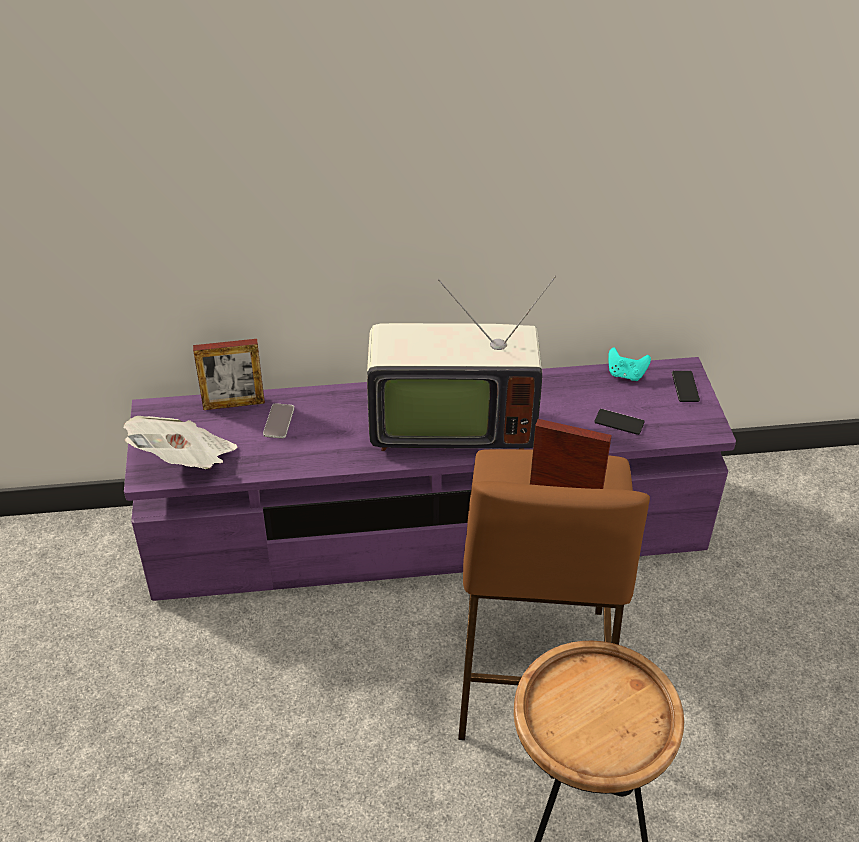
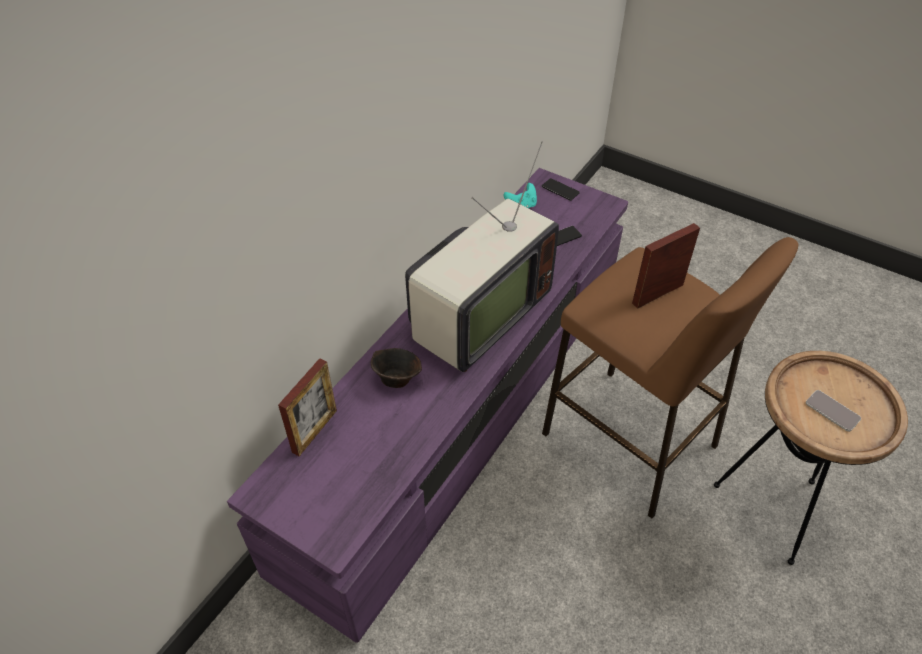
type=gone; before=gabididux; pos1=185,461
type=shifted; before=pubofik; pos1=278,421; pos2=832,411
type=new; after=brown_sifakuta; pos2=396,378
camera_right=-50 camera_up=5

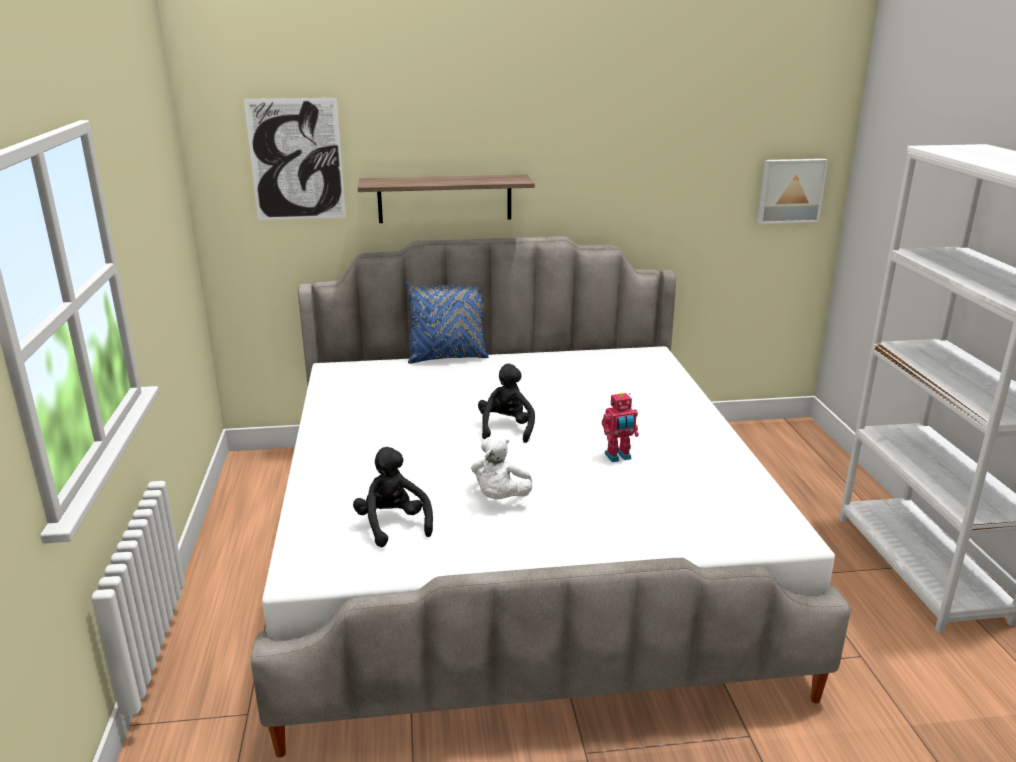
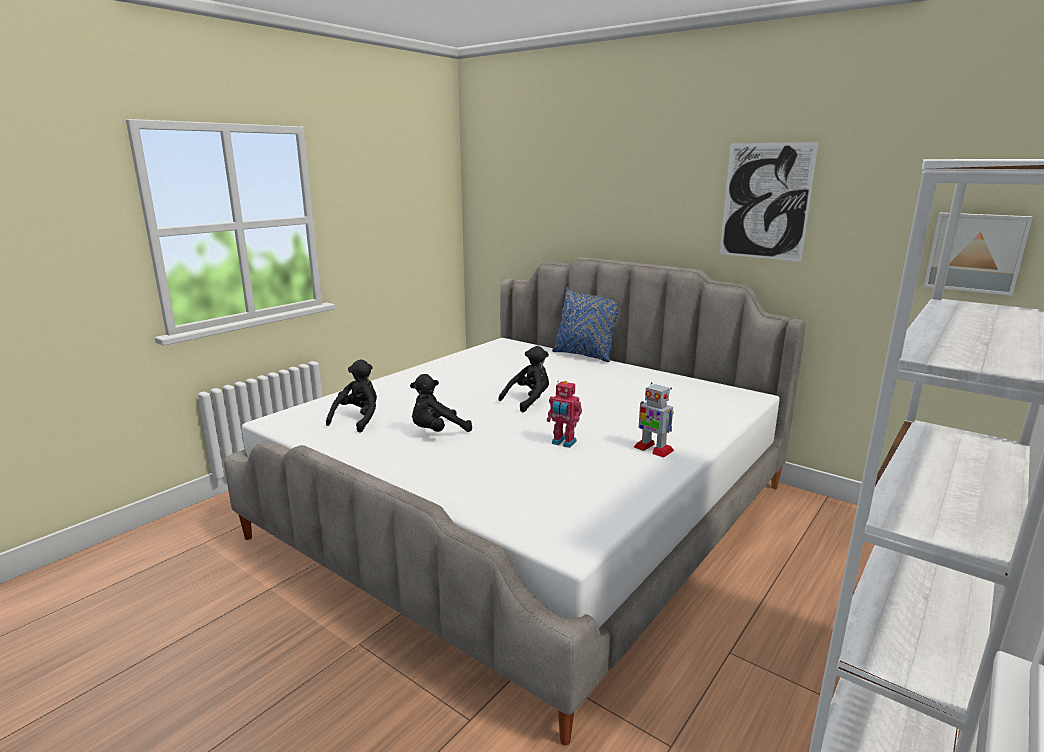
type=shifted; before=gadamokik; pos1=296,160; pos2=765,201
type=gone; before=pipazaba; pos1=445,198
type=repainted; before=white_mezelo; after=black_mezelo; pos1=500,498; pos2=437,432
type=new; after=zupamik; pos2=653,449
camera_right=45 camera_up=-5

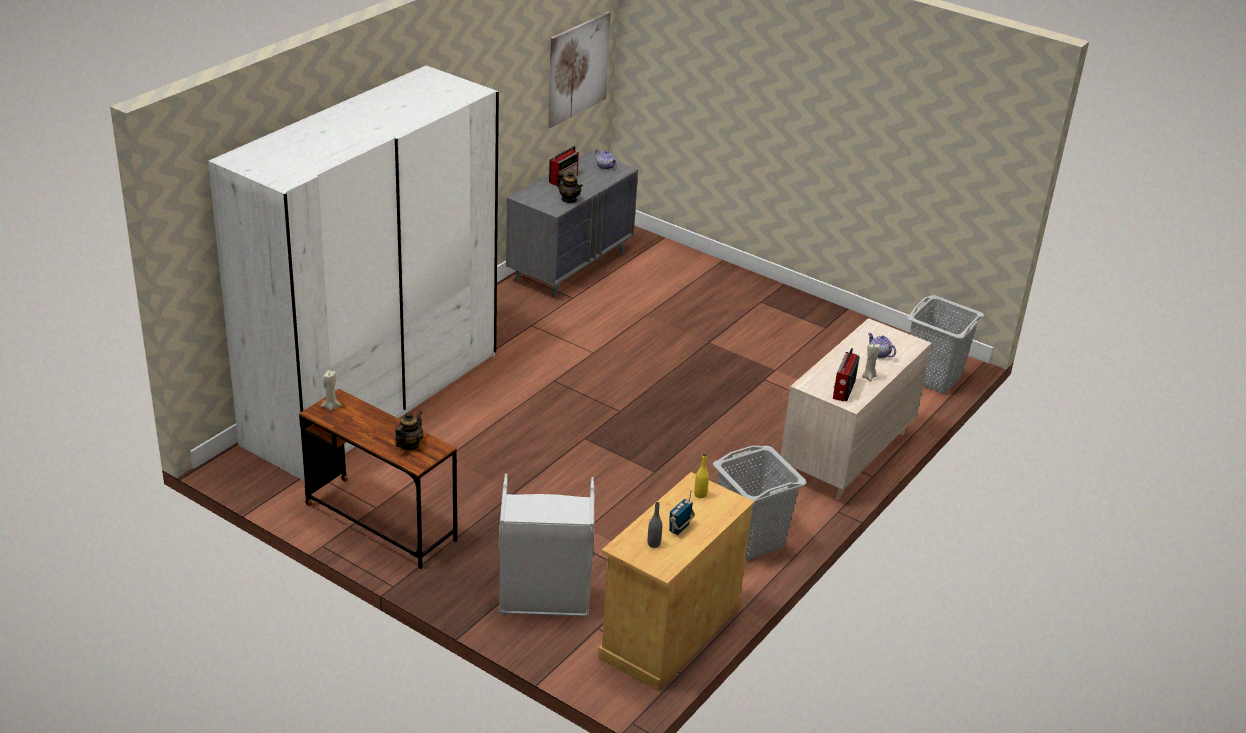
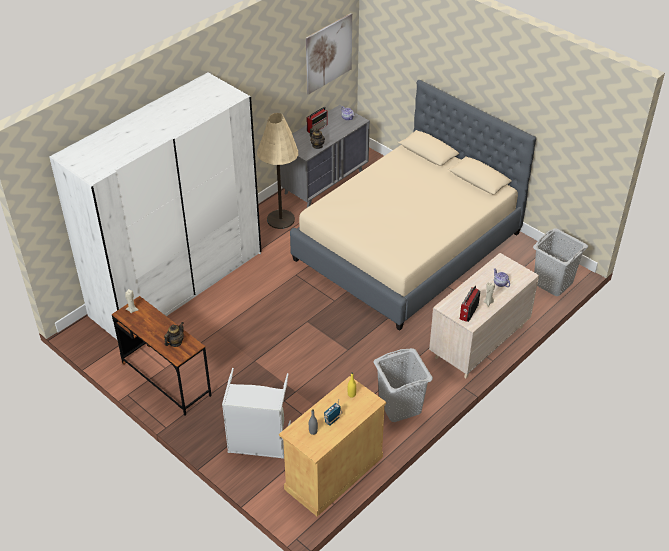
type=new; after=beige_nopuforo; pos2=280,219
type=new; after=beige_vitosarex; pos2=408,246
camera_right=10 camera_up=10

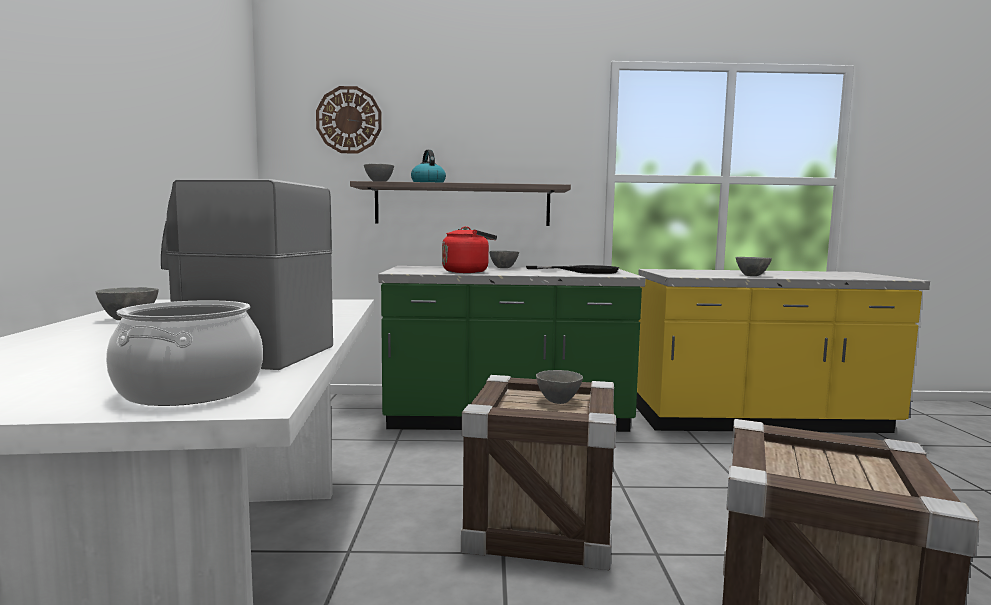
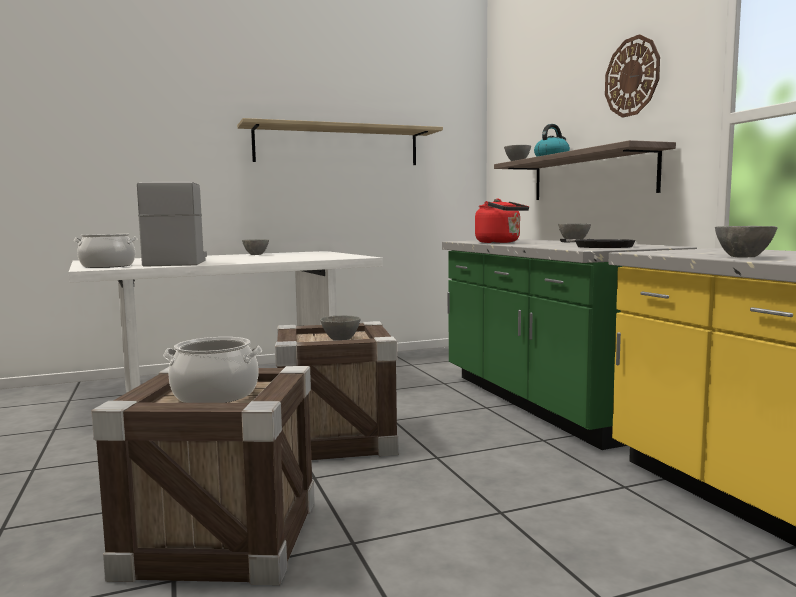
type=shifted; before=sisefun; pos1=349,120; pos2=632,77
type=new; after=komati; pos2=215,395
type=new; after=pipazaba; pos2=337,146
camera_right=70 camera_up=0

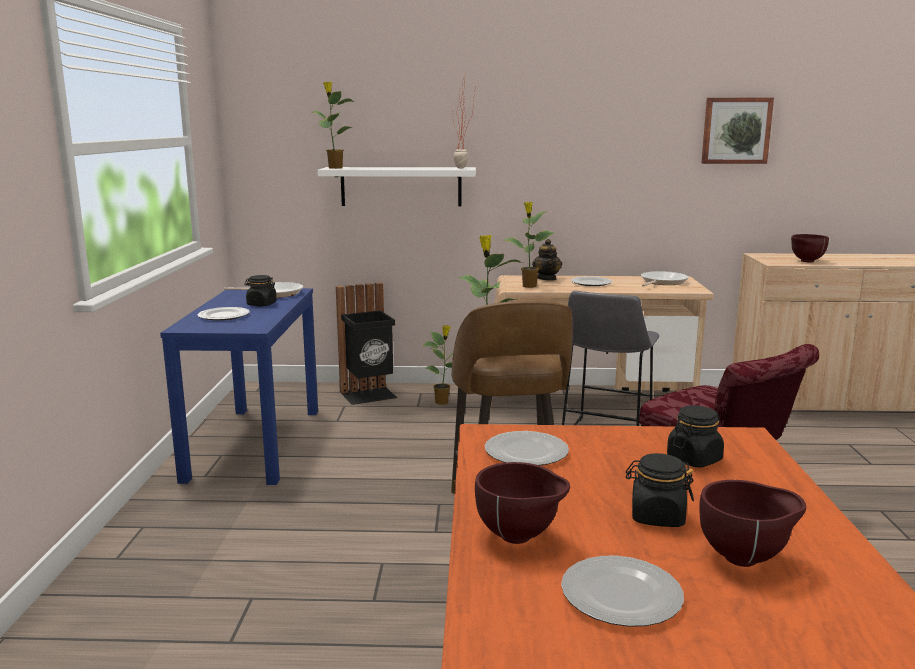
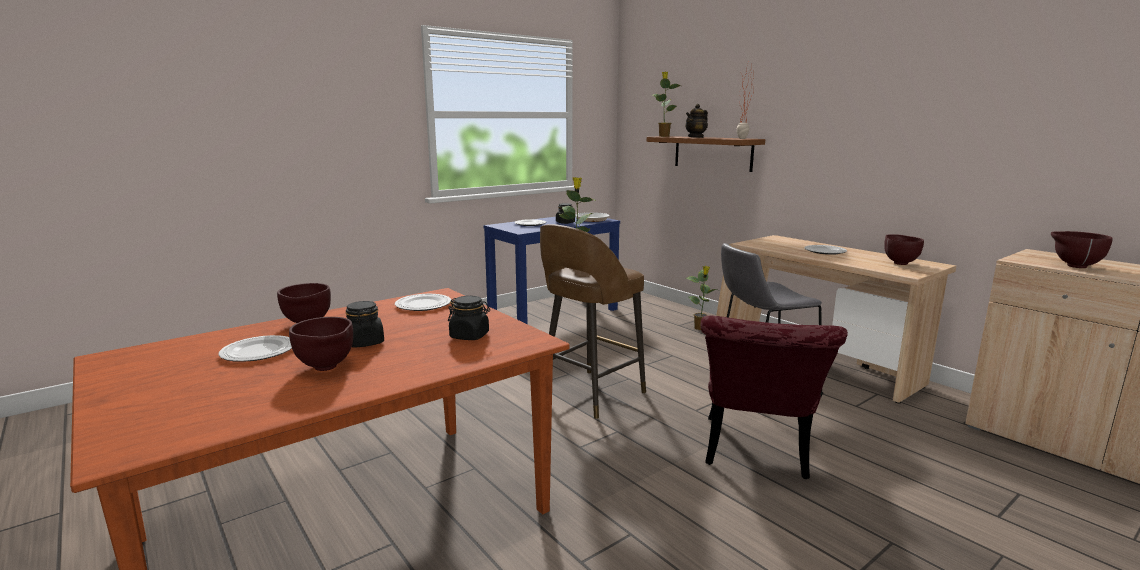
type=repainted; before=white_pipazaba; after=brown_pipazaba; pos1=401,186; pos2=712,153
type=gone; before=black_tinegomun; pos1=369,395
type=gone; before=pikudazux; pos1=528,286
type=shifted; before=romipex; pos1=547,278; pos2=696,137
type=swapped; before=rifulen; after=brown_sifakuta; pos1=662,282; pos2=899,263
type=gone; before=gadamokik; pos1=736,130
camera_right=50 camera_up=0

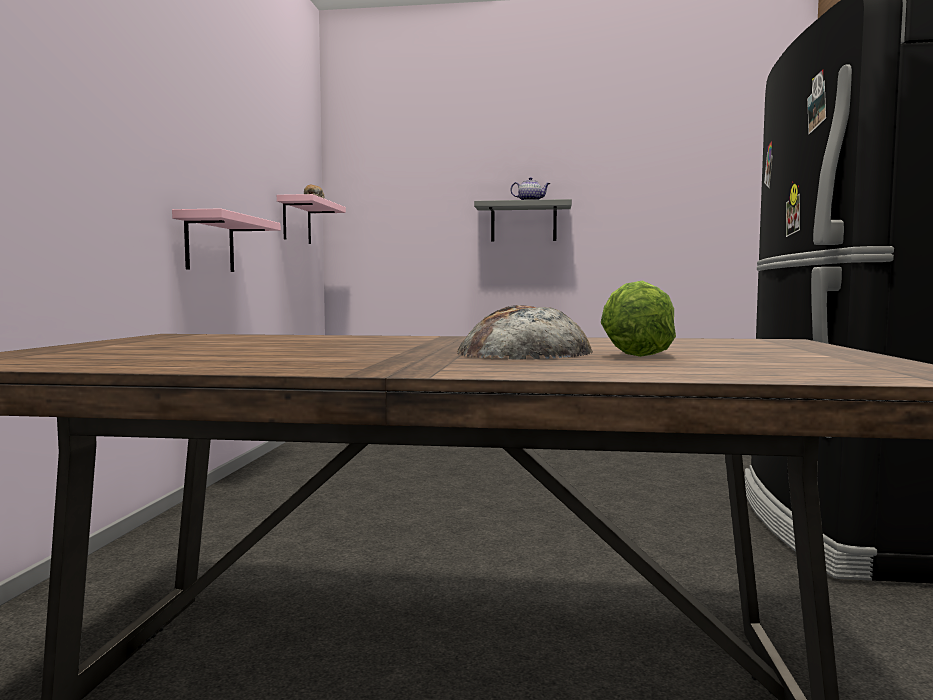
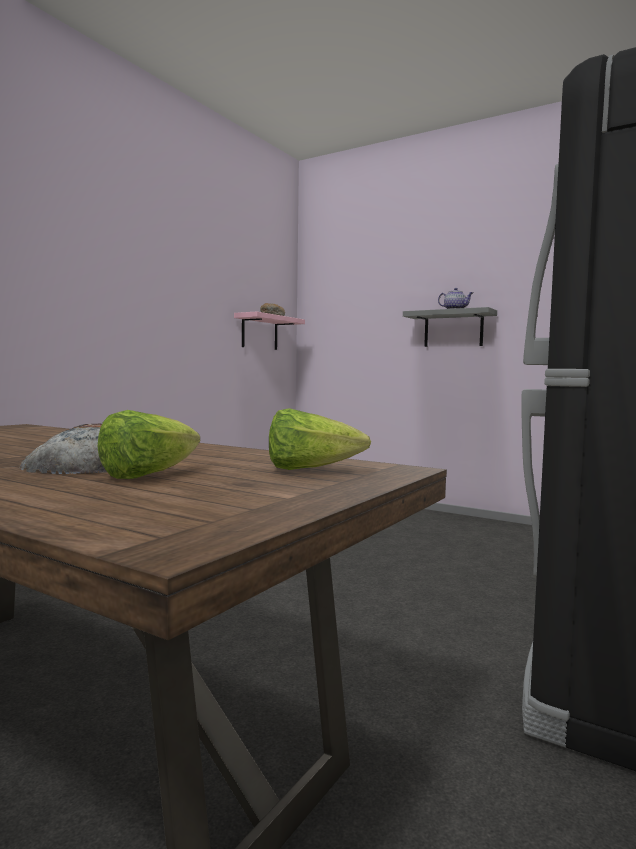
type=gone; before=pink_pipazaba; pos1=209,243
type=new; after=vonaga; pos2=310,470
camera_right=25 camera_up=0

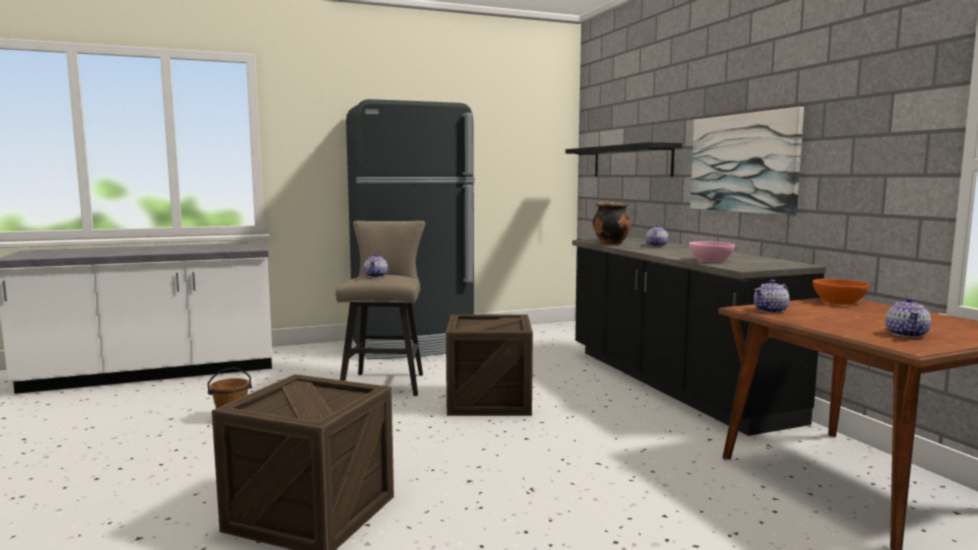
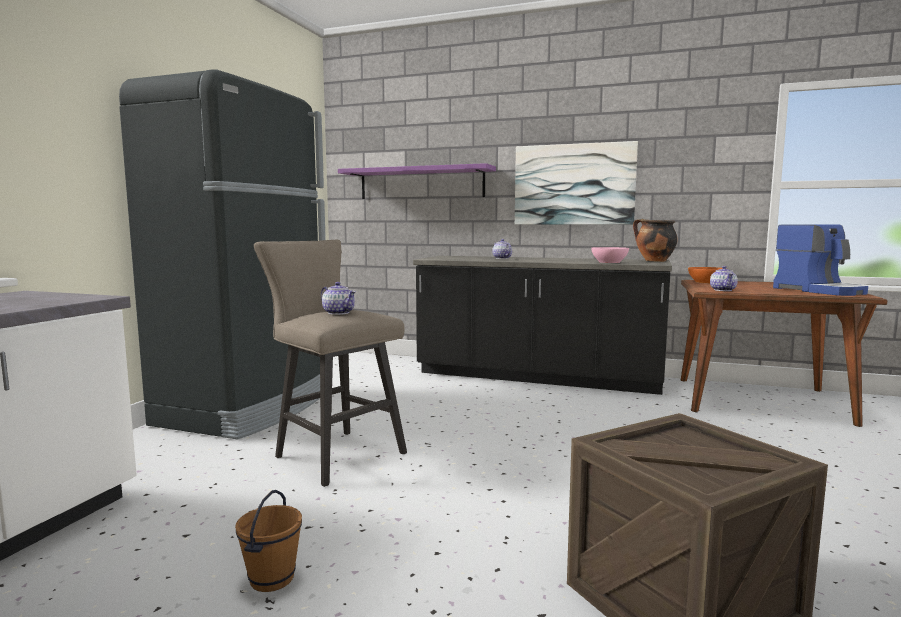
type=gone; before=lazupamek; pos1=489,401
type=repainted; before=black_pipazaba; after=purple_pipazaba; pos1=631,161; pos2=421,183
type=shifted; before=komati; pos1=610,243; pos2=654,261
type=swapped; before=romipex; after=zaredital; pos1=907,334; pos2=819,290
camera_right=-50 camera_up=0

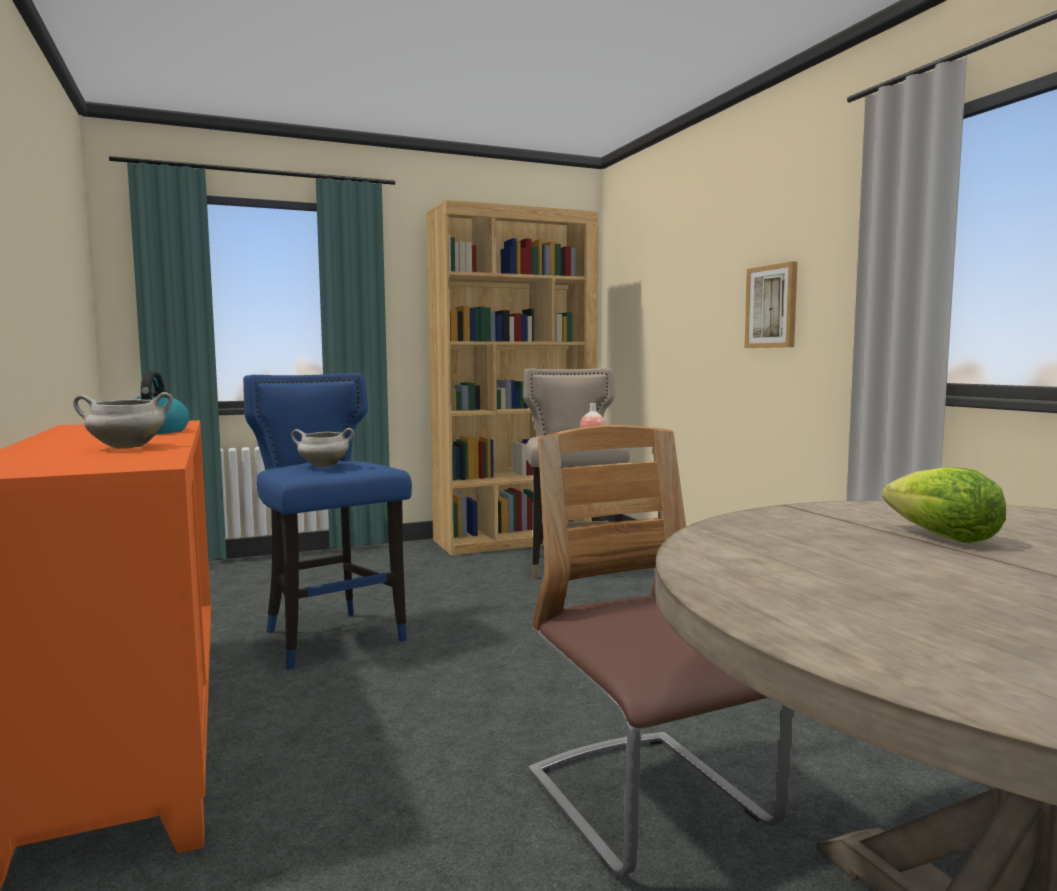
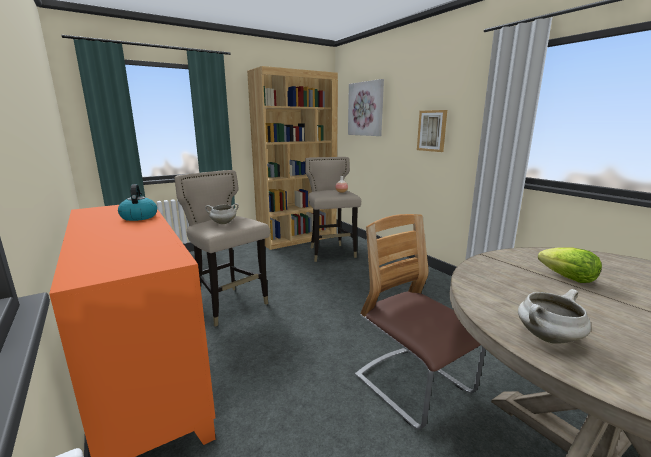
type=shifted; before=white_komati; pos1=126,448; pos2=548,338
type=repainted; before=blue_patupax; after=beige_patupax; pos1=332,639; pos2=230,305
type=new; after=gadamokik; pos2=366,109
camera_right=-10 camera_up=10

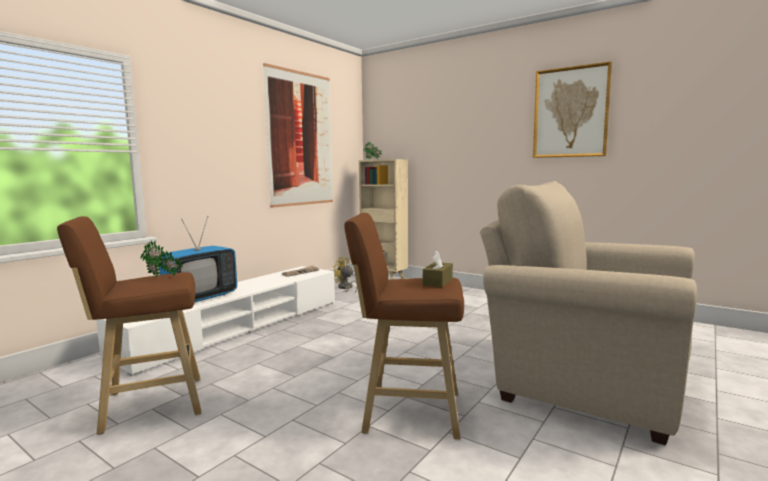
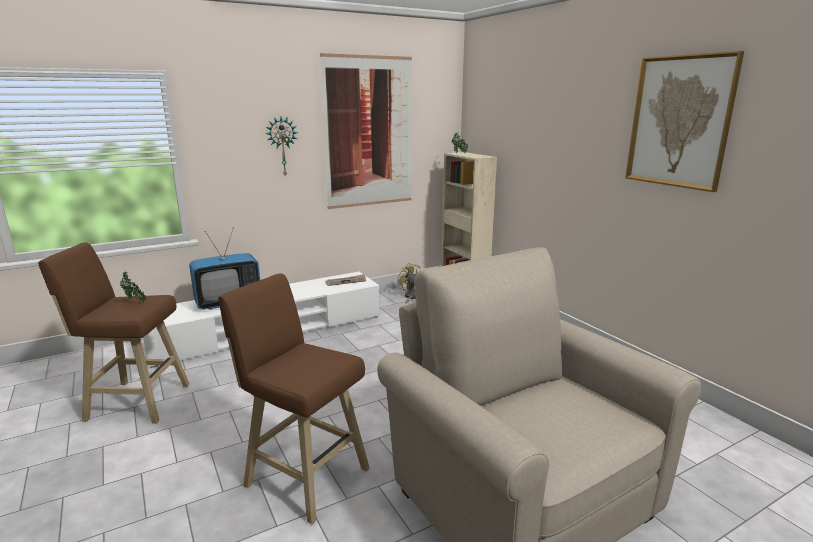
type=gone; before=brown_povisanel; pos1=437,282
type=new; after=sisefun; pos2=282,146
camera_right=25 camera_up=10

